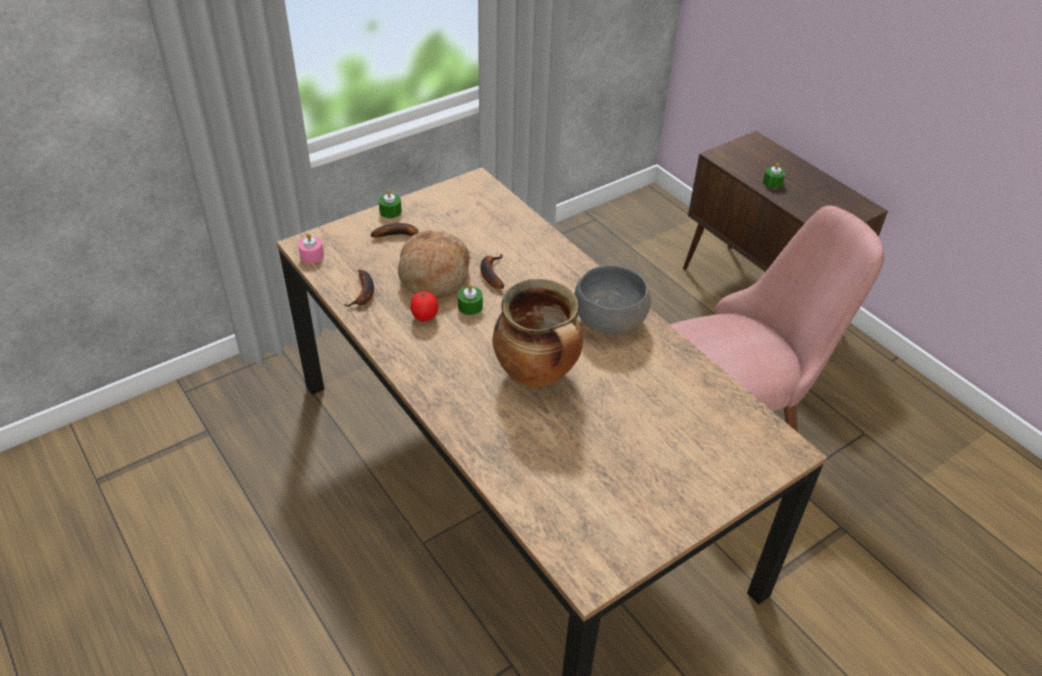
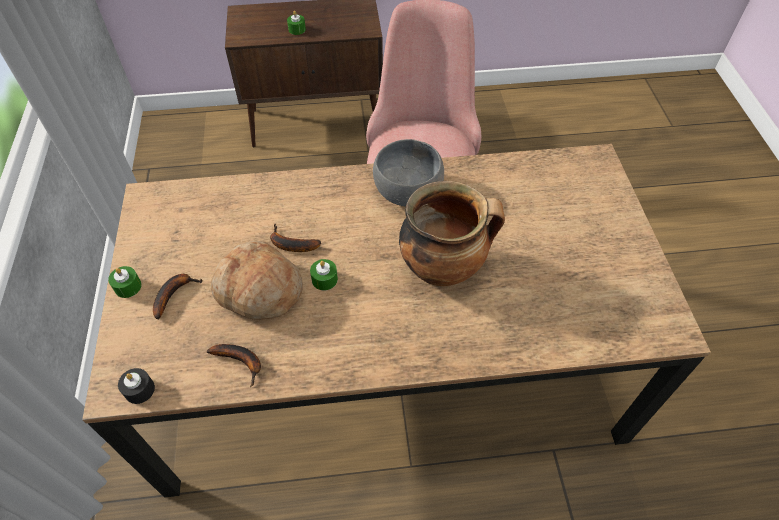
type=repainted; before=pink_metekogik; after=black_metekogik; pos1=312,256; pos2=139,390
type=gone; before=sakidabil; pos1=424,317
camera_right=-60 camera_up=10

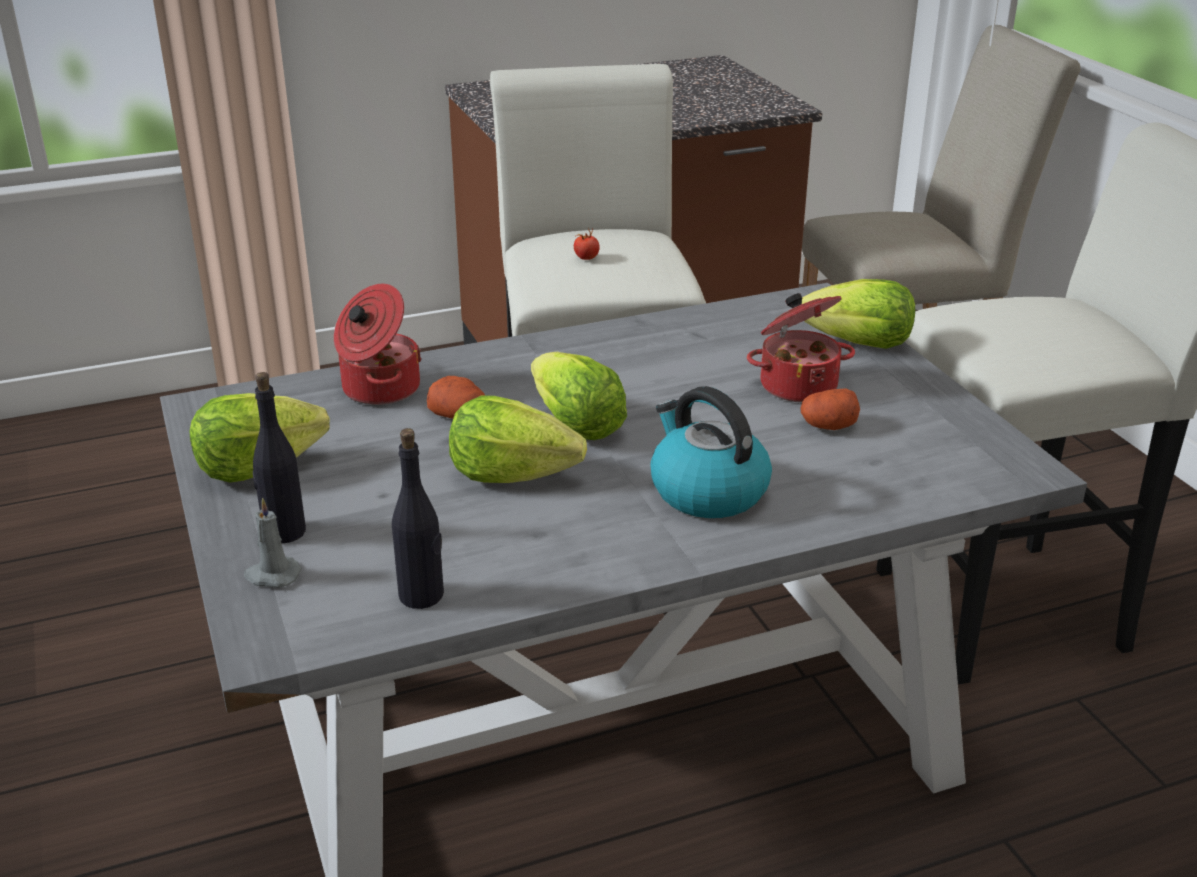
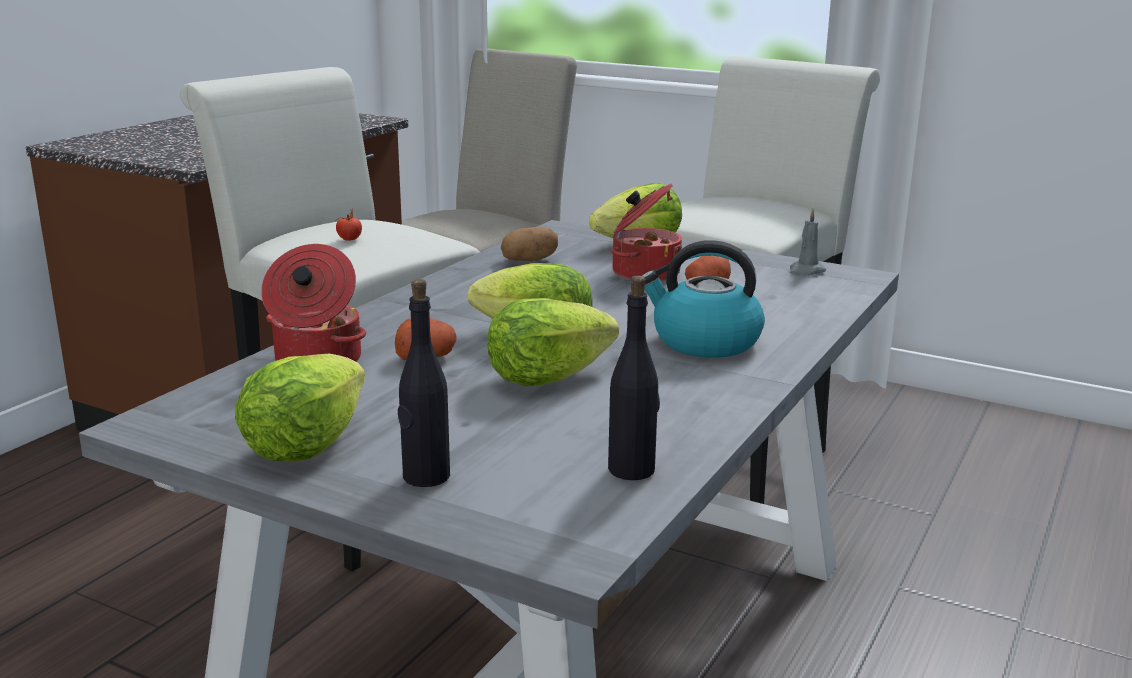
type=shifted; before=grey_metekogik; pos1=272,575; pos2=805,271
type=new; after=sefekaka; pos2=529,260
camera_right=-40 camera_up=-10

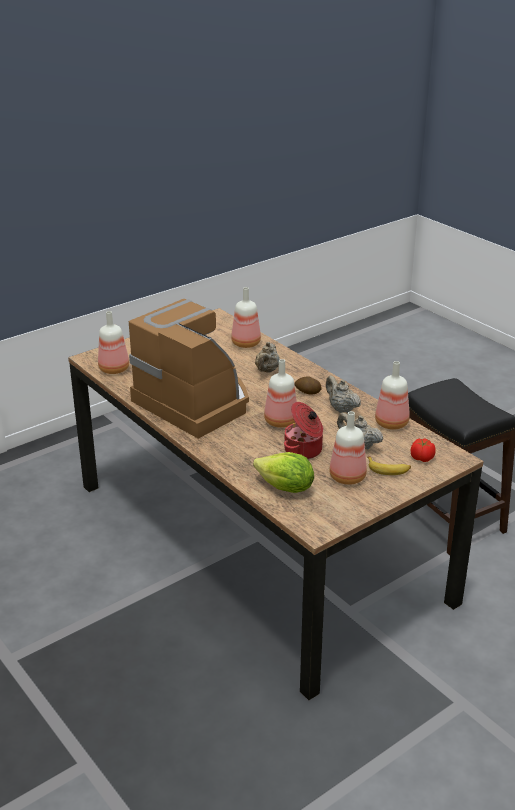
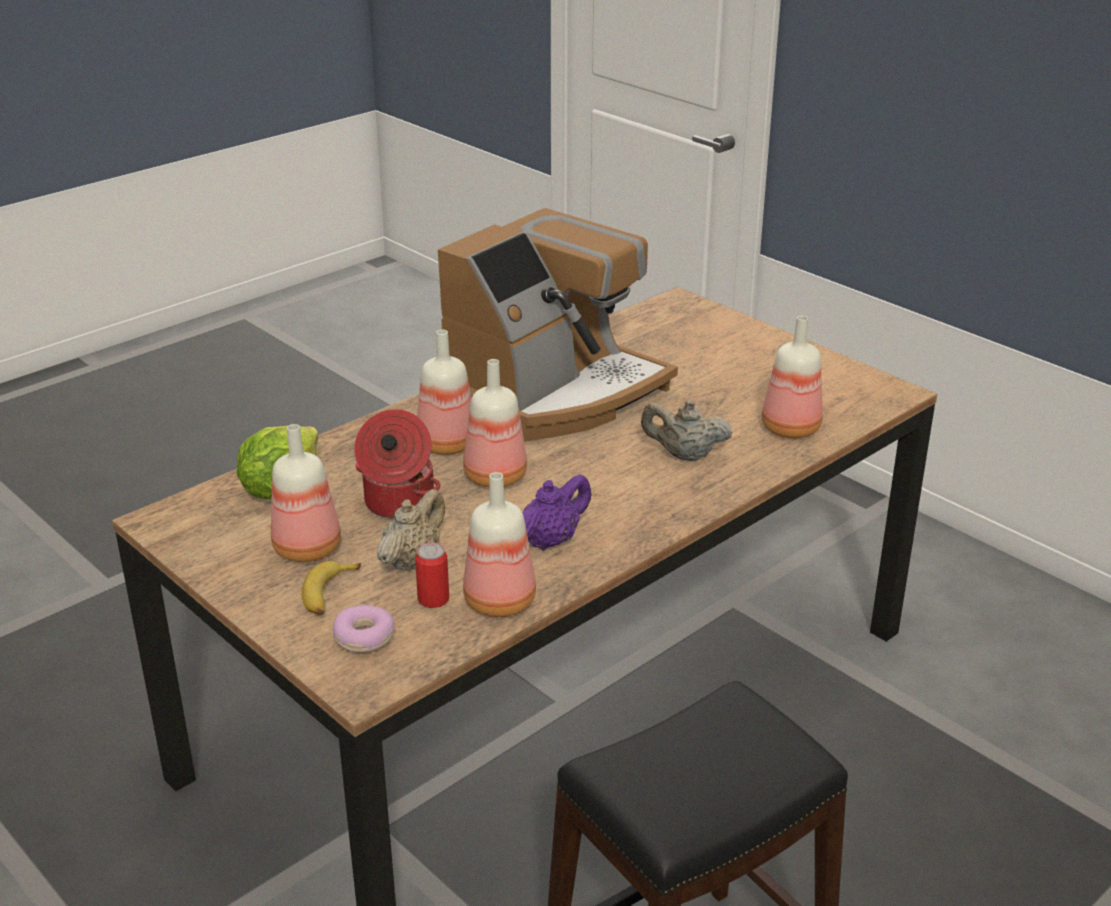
type=shifted; before=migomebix; pos1=115,369; pos2=448,445
type=gone; before=sefekaka; pos1=307,392
type=repainted; before=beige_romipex; after=purple_romipex; pos1=341,409; pos2=551,540
type=swapped; before=sakidabil; after=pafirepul; pos1=422,458; pos2=364,638
type=new; after=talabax; pos2=433,599
camera_right=85 camera_up=0

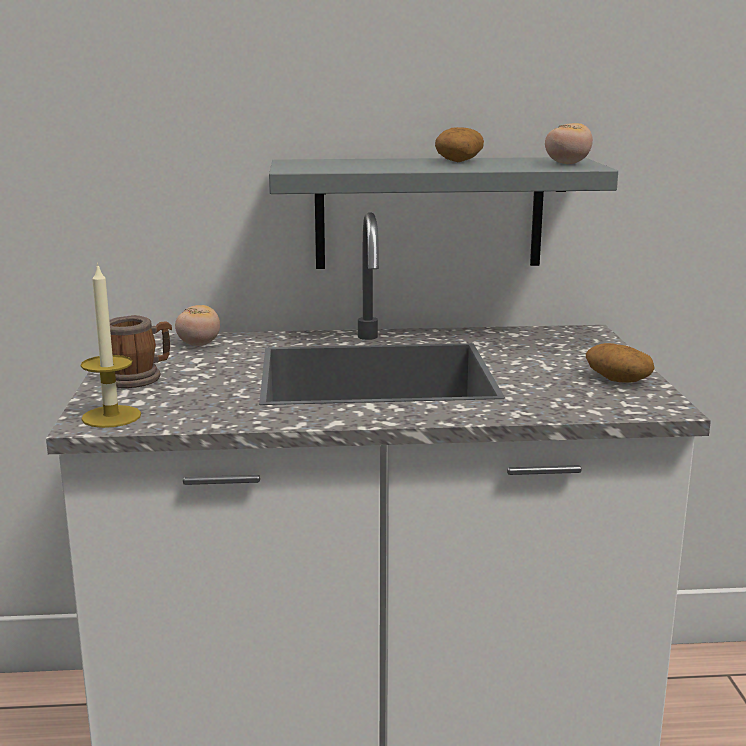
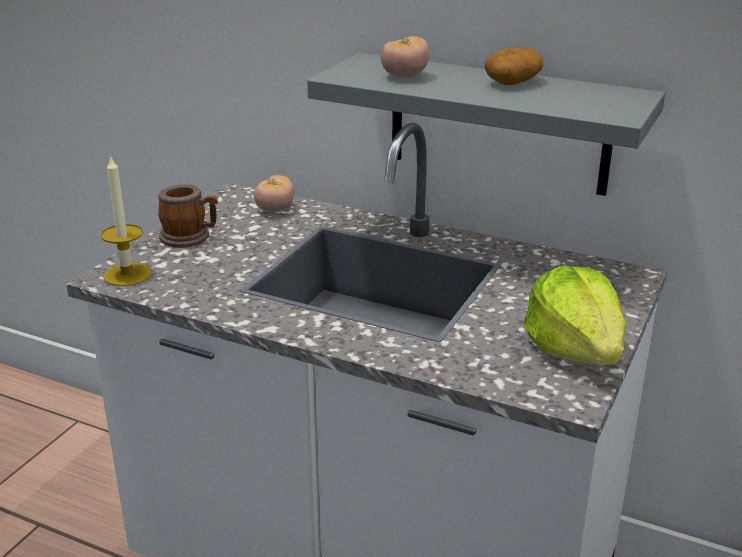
type=shifted; before=sakidabil; pos1=567,164; pos2=404,76
type=swapped; before=sefekaka; after=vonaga; pos1=617,380; pos2=575,349
camera_right=30 camera_up=10

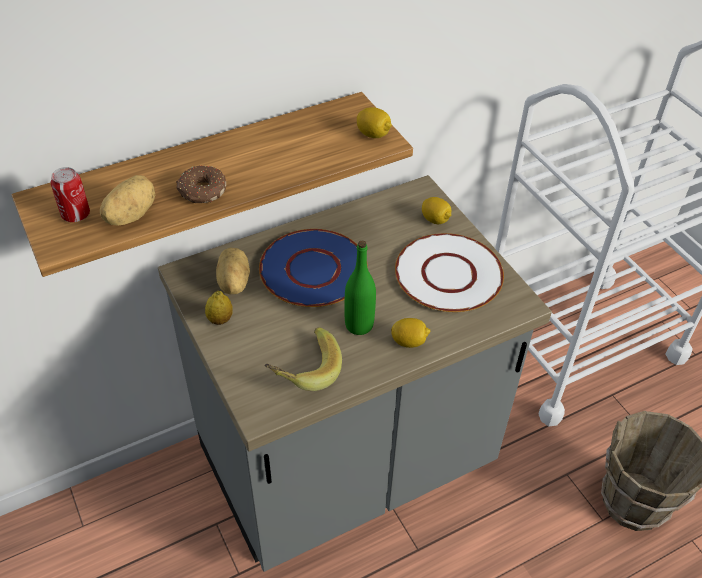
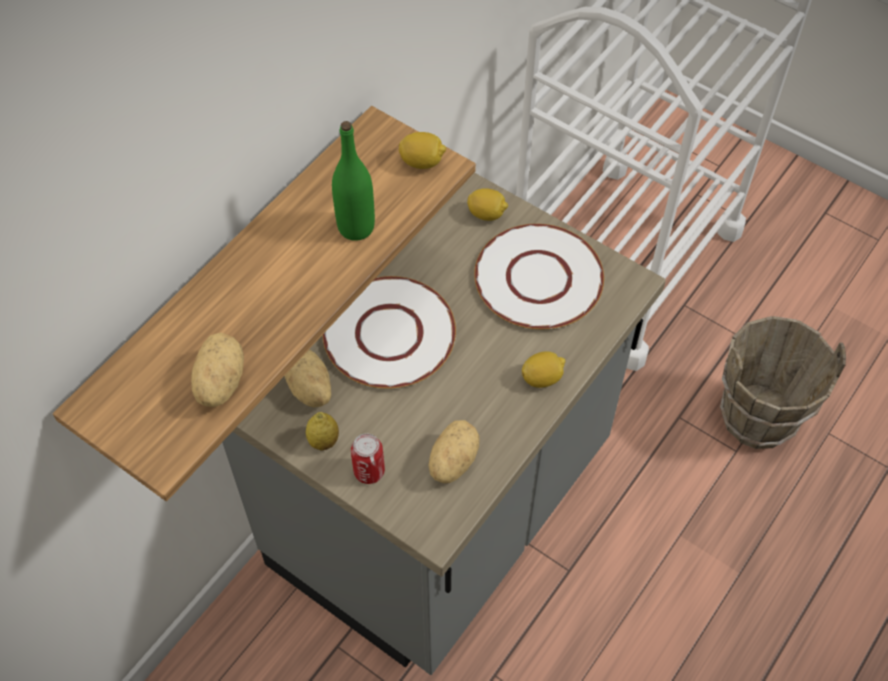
type=shifted; before=talabax; pos1=76,215; pos2=369,471
type=gone; before=pafirepul; pos1=202,191
type=repainted; before=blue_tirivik; after=white_tirivik; pos1=313,270; pos2=389,335
type=swapped; before=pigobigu; after=sefekaka; pos1=303,370; pos2=451,461
type=shifted; before=green_migomebix; pos1=359,325; pos2=356,227
camera_right=-25 camera_up=10

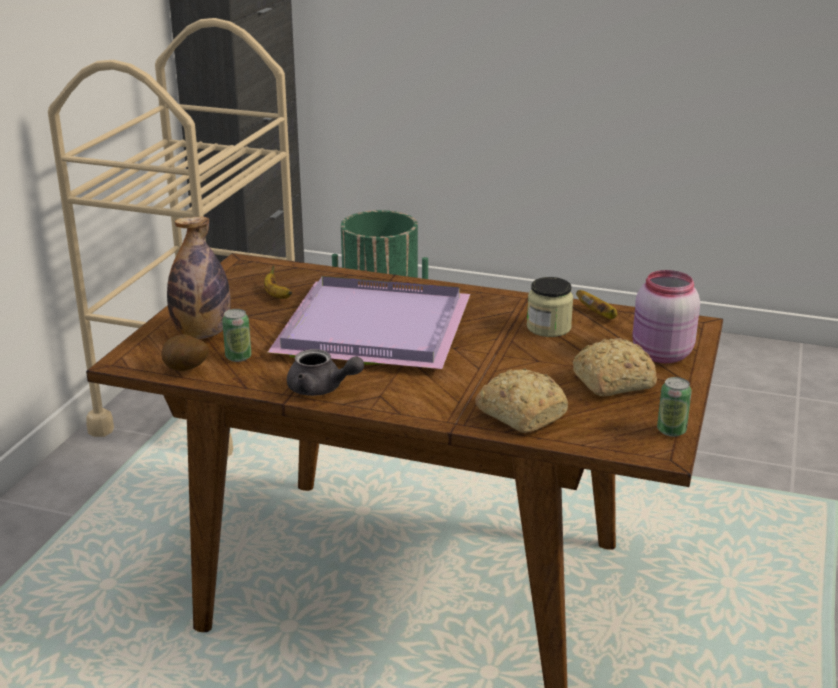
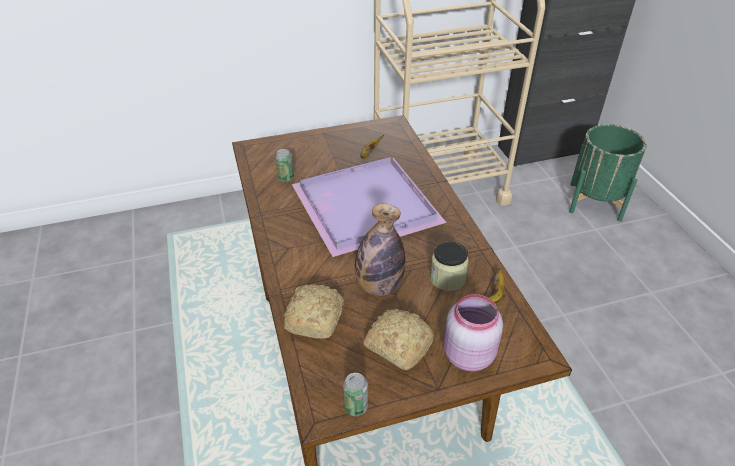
type=gone; before=sefekaka; pos1=185,371
type=shifted; before=migomebix; pos1=202,334; pos2=378,286
type=gone; before=grey_romipex; pos1=321,389
camera_right=55 camera_up=15

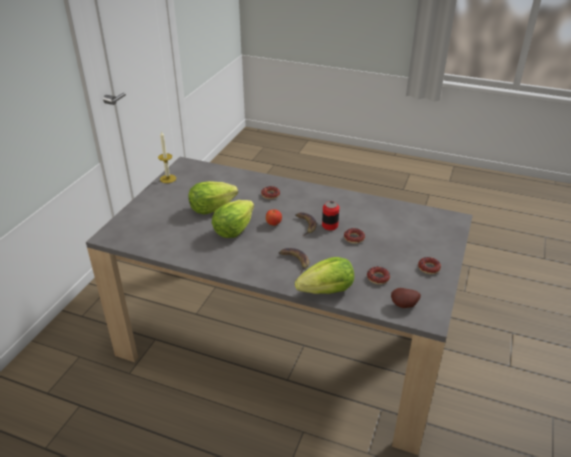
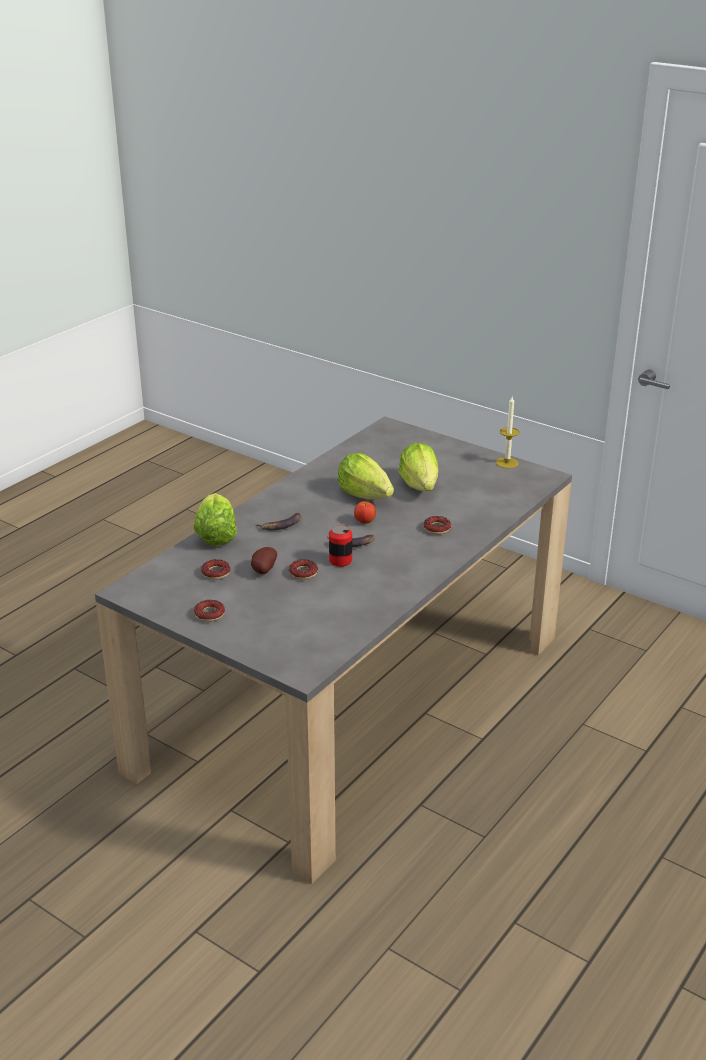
type=shifted; before=sefekaka; pos1=404,306; pos2=263,570
camera_right=105 camera_up=-5

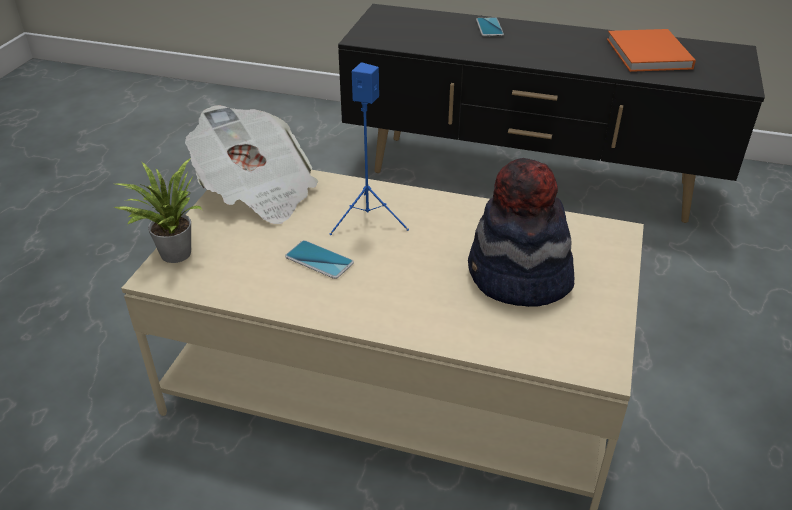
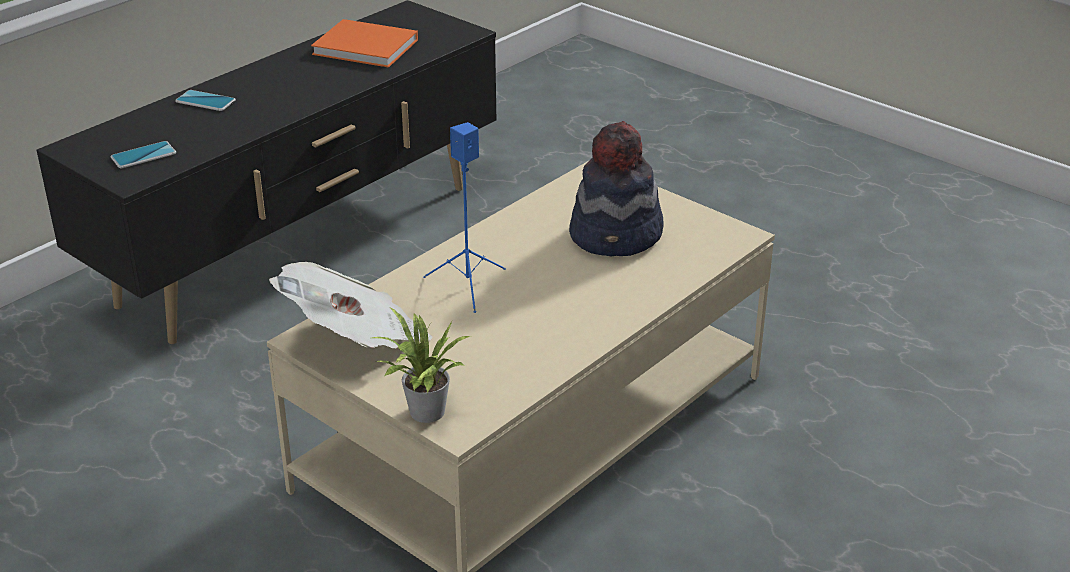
type=shifted; before=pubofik; pos1=319,260; pos2=143,156
camera_right=-65 camera_up=-5

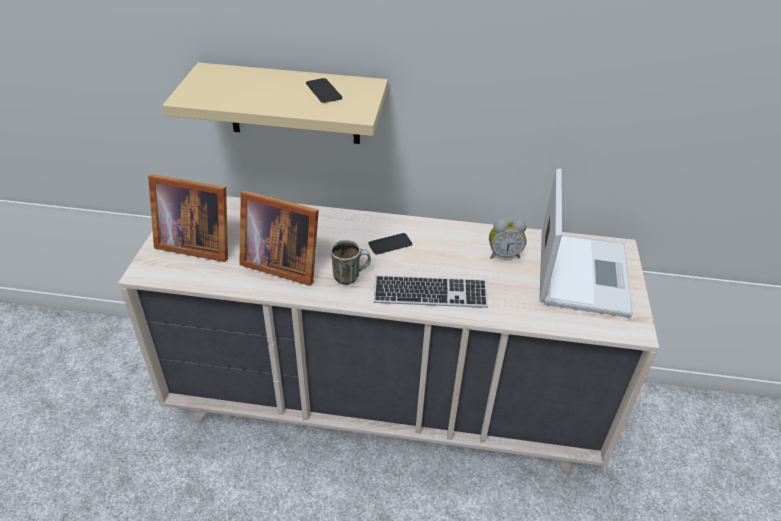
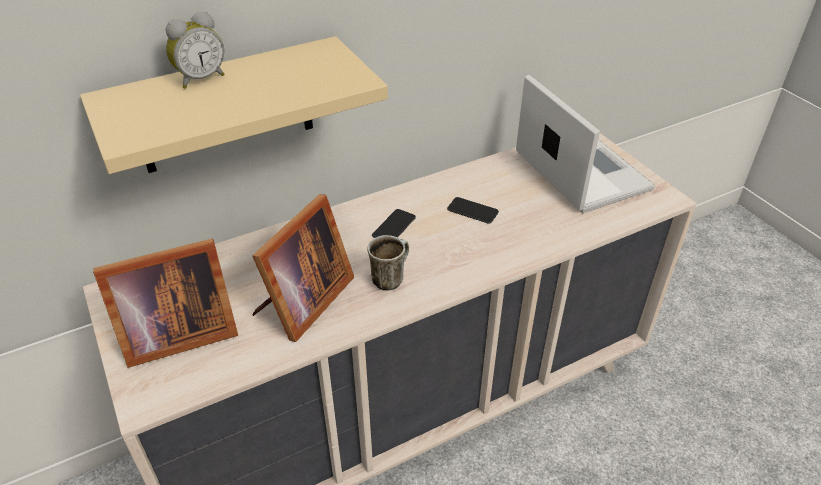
type=rotated; before=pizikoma; pos1=281,263; pos2=302,303; turn=-45
type=shifted; before=pubofik; pos1=323,91; pos2=472,211
type=gone; before=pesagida; pos1=430,294
type=shifted; before=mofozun; pos1=503,254; pos2=200,79
camera_right=-35 camera_up=0

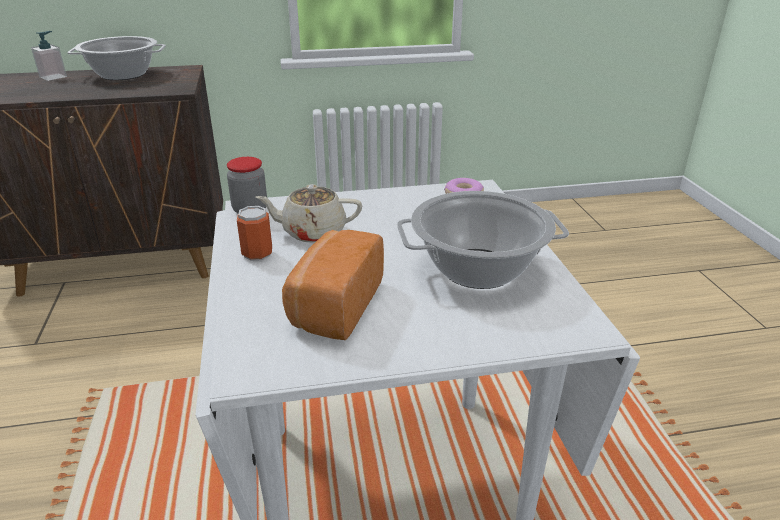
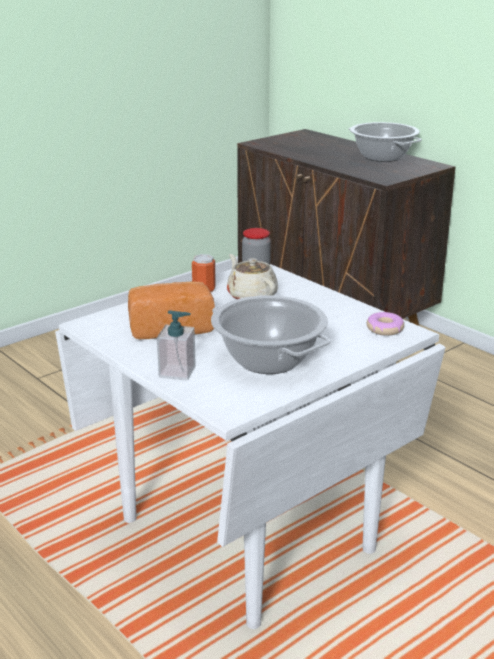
type=shifted; before=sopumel; pos1=53,77; pos2=177,372
camera_right=60 camera_up=-5

